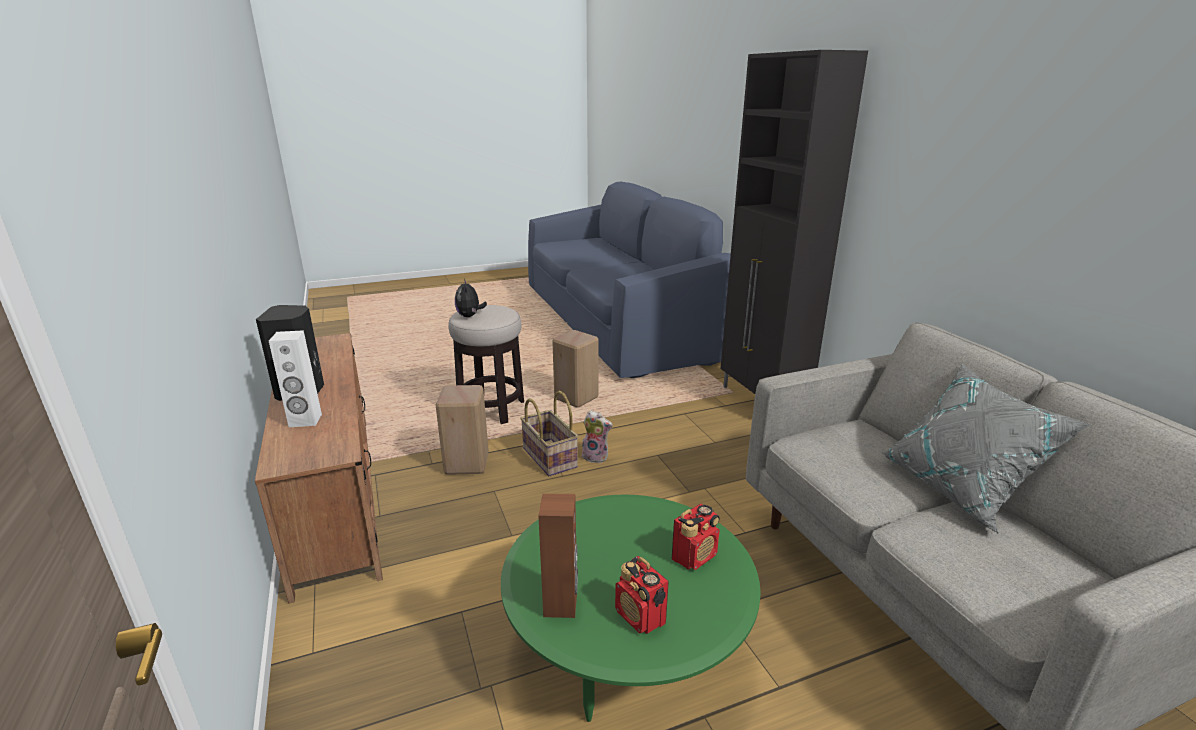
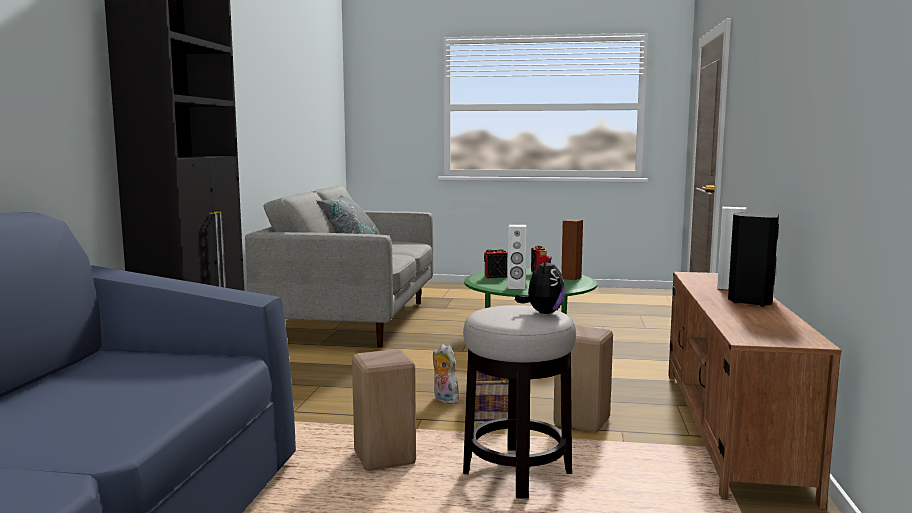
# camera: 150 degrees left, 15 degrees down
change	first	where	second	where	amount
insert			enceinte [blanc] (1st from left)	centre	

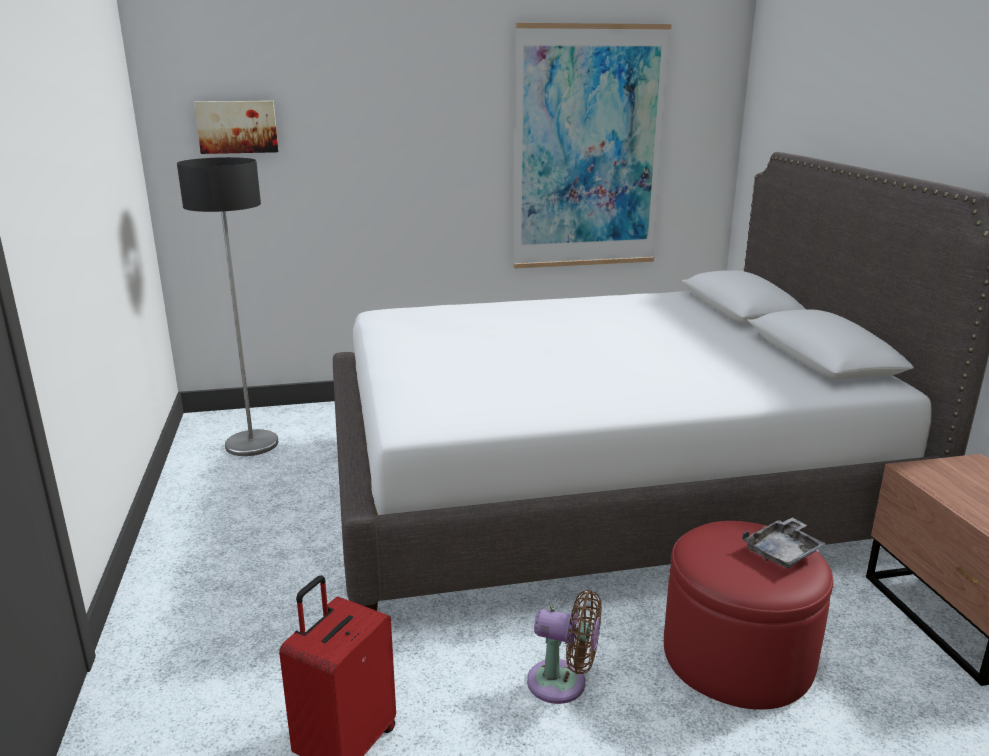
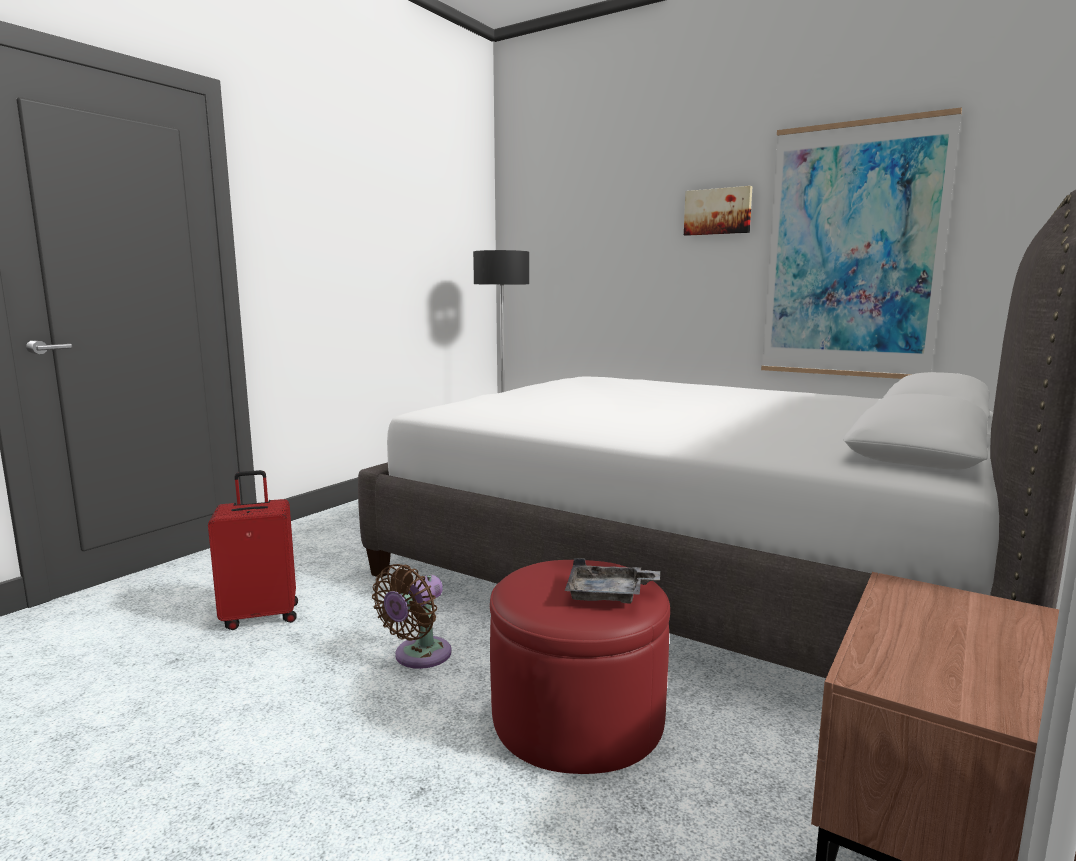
# camera: 45 degrees right, 10 degrees down
change	first	where	second	where	amount
move	tableau (1st from left)	top left		top right	
rotate	ventilateur [marron]	bottom centre		bottom centre	60 degrees clockwise

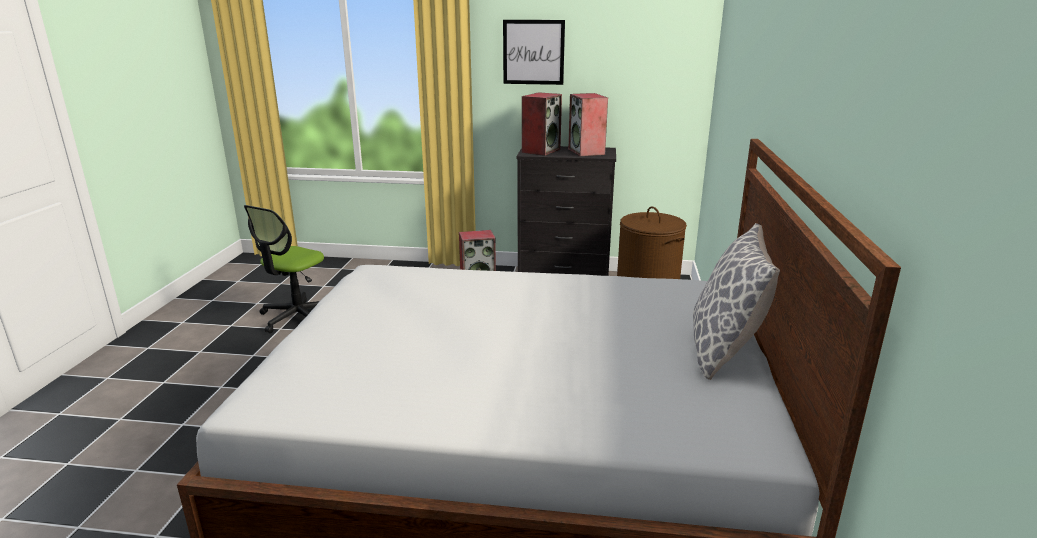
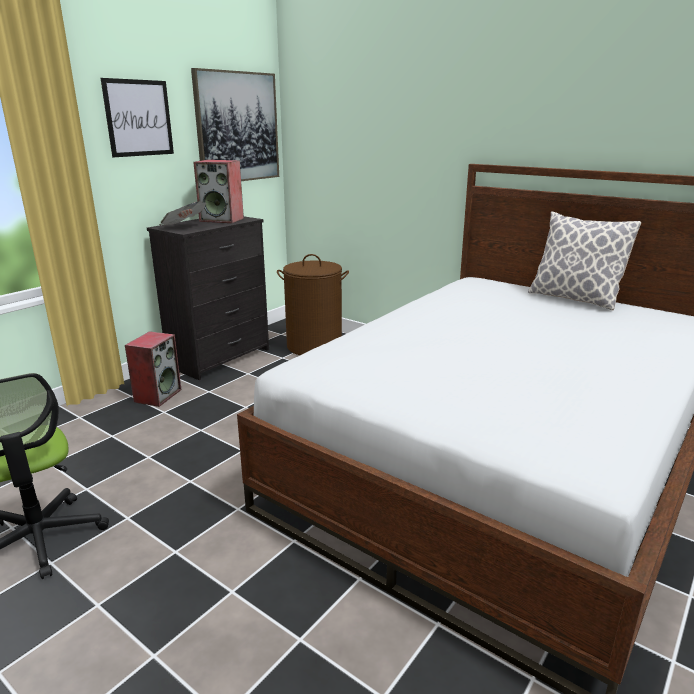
# camera: 60 degrees left, 0 degrees up
change	first	where	second	where	amount
replace	enceinte (2nd from left)	top centre	journal	top left	
insert			tableau (2nd from left)	top centre	

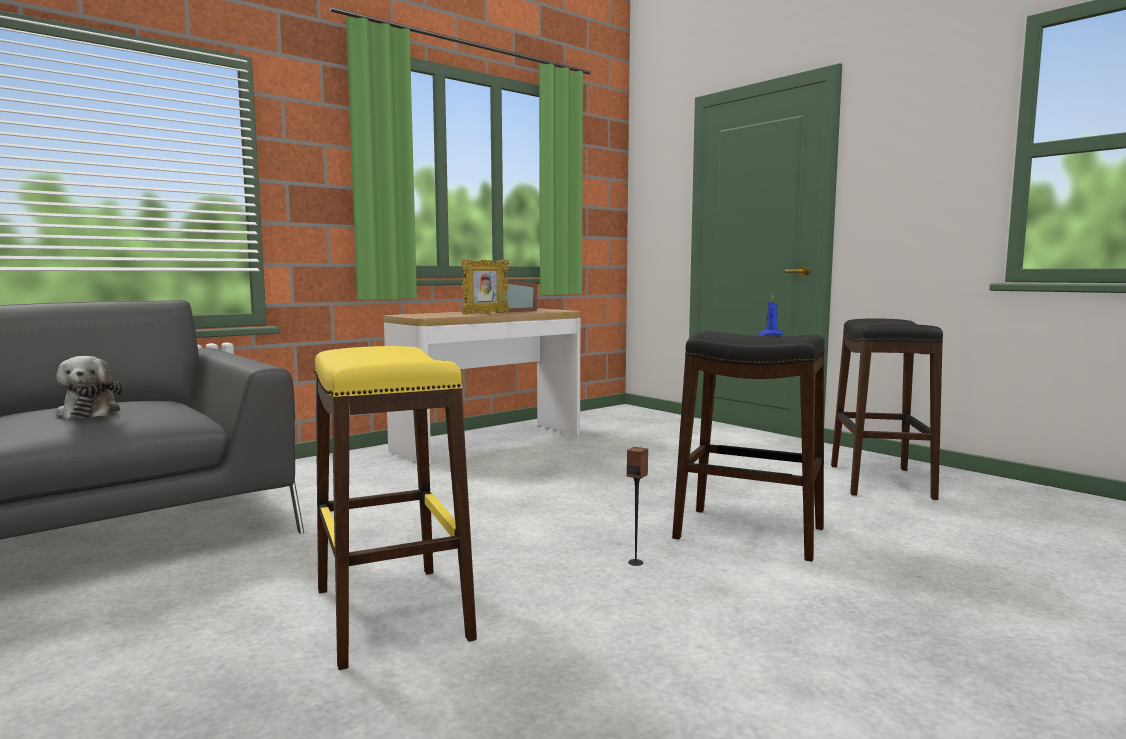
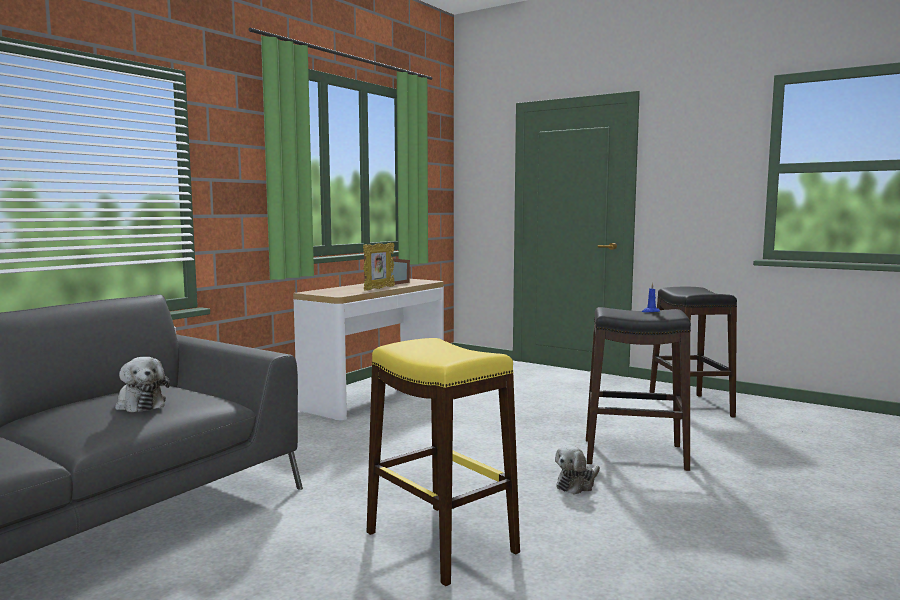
# camera: 15 degrees left, 0 degrees up
change	first	where	second	where	amount
replace	enceinte	bottom centre	peluche (2nd from left)	bottom centre	

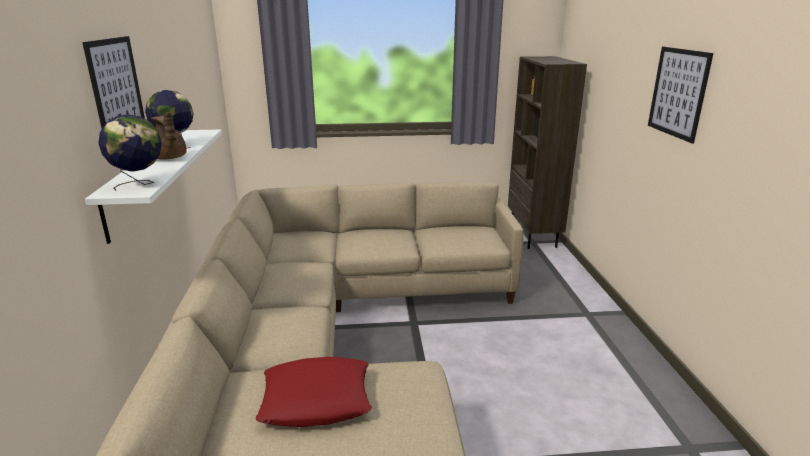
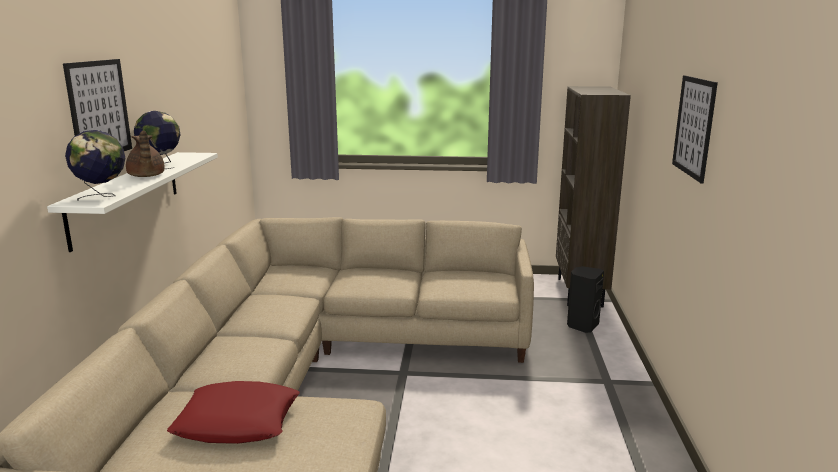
# camera: 10 degrees right, 5 degrees down
change	first	where	second	where	amount
insert			enceinte [noir]	middle right	

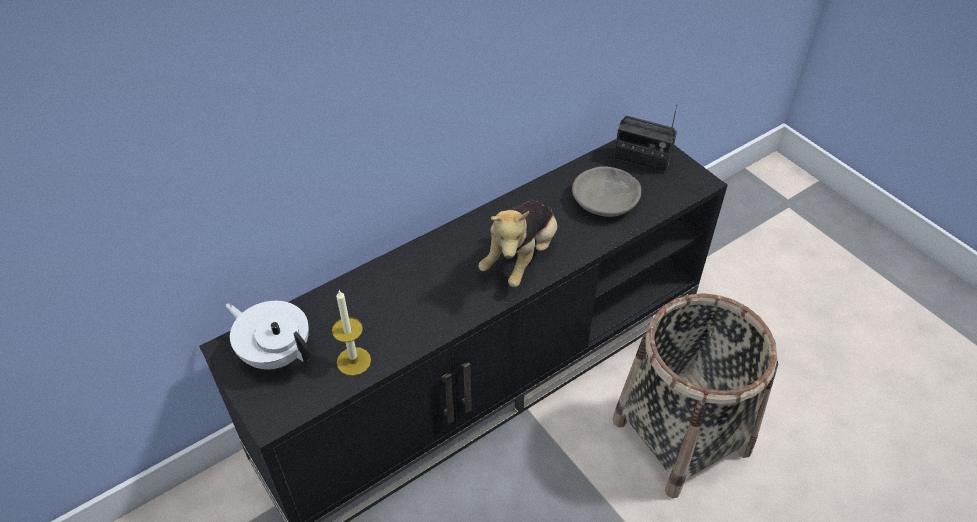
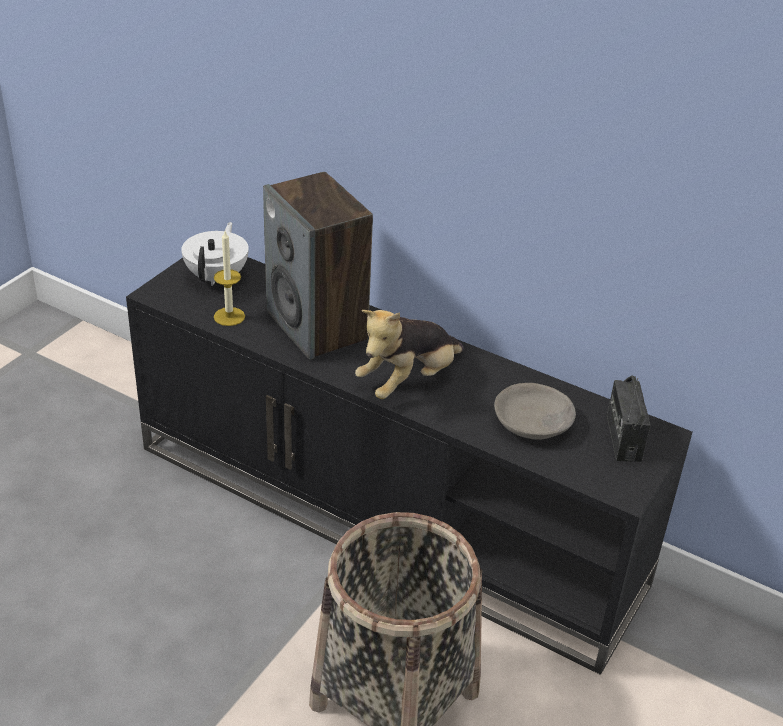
# camera: 65 degrees right, 10 degrees down
change	first	where	second	where	amount
rotate	peluche	centre		centre	45 degrees counterclockwise
insert			enceinte	centre	

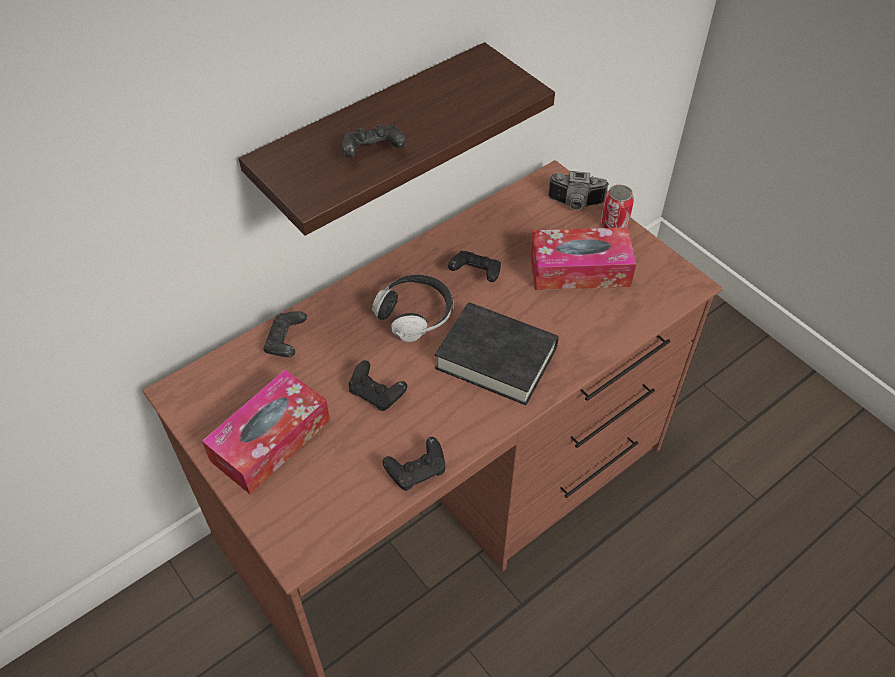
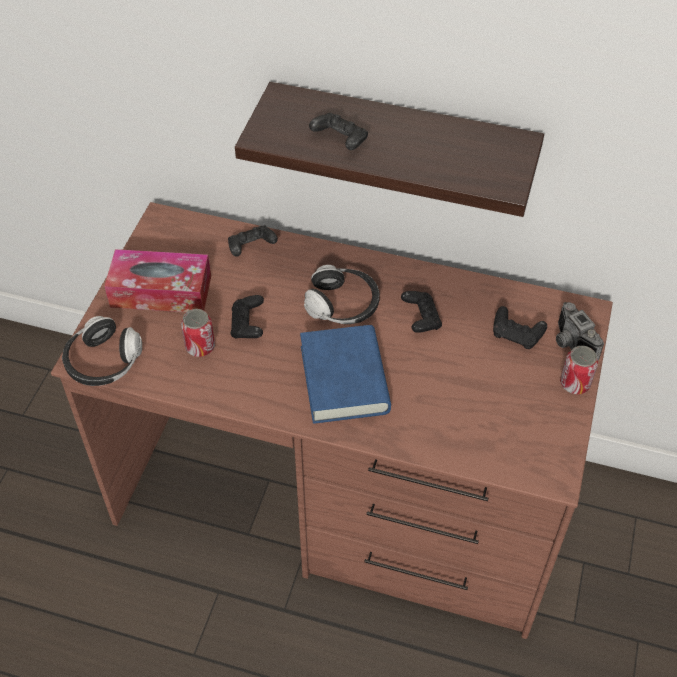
# camera: 55 degrees right, 0 degrees up
change	first	where	second	where	amount
delete	boîte à mouchoirs (2nd from left)	centre			
recolor	livre [noir]	centre	livre [bleu]	centre	
move	manette [noir] (4th from left in the first image)	bottom centre	manette [noir] (5th from left)	middle right	
insert			boîte métallique (1st from left)	middle left	
insert			casque audio (1st from left)	middle left	

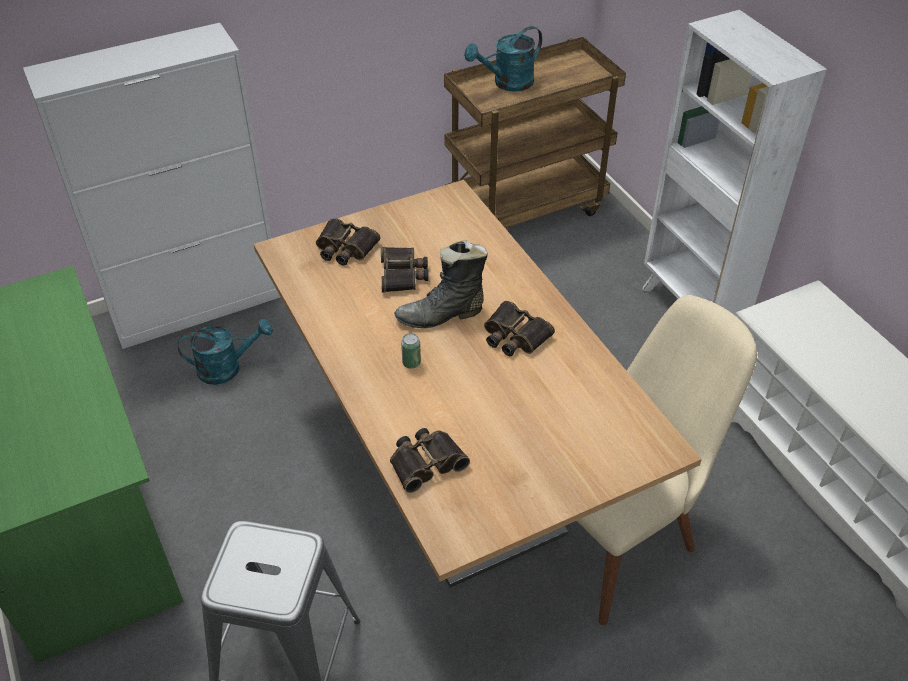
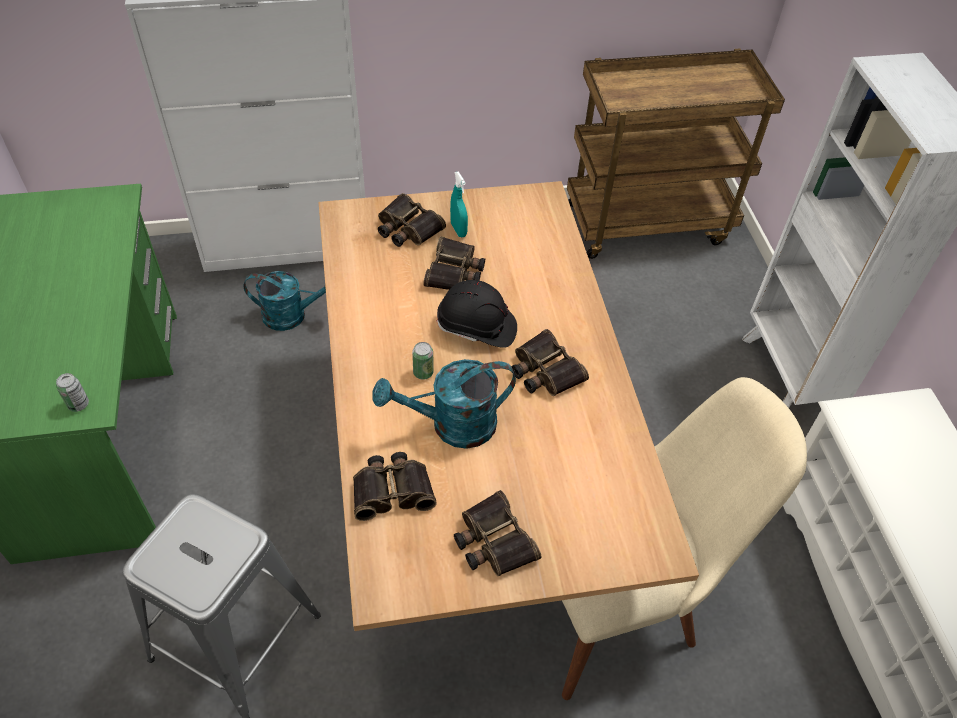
# camera: 15 degrees right, 5 degrees up
change	first	where	second	where	amount
move	arrosoir [turquoise] (2nd from left)	top centre		centre	
replace	botte [noir]	centre	casque de chantier [noir]	centre	
insert			vaporisateur [turquoise]	top centre	
insert			boîte métallique (1st from left)	middle left	
insert			jumelles (4th from left)	bottom centre	

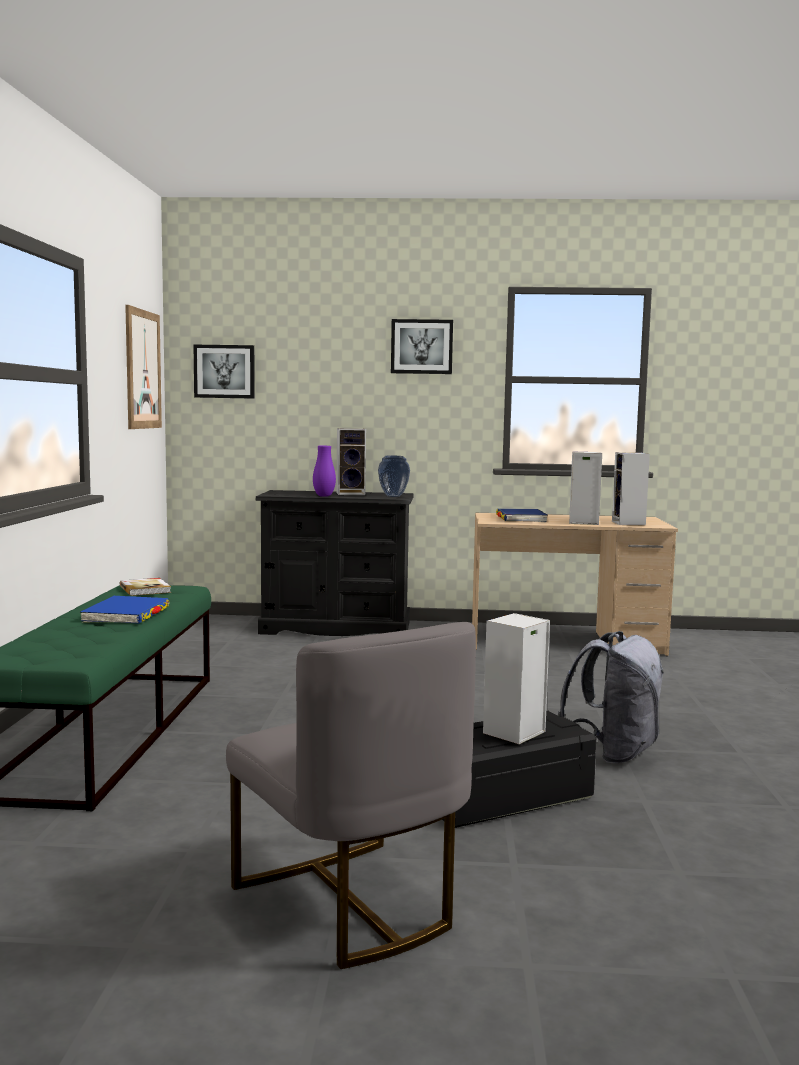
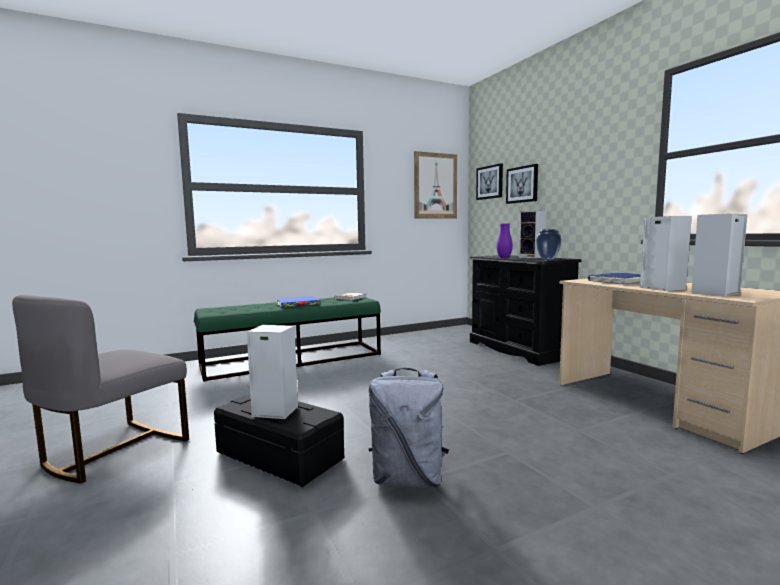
# camera: 60 degrees right, 0 degrees up
change	first	where	second	where	amount
move	tableau (3rd from left)	top centre		top right	

